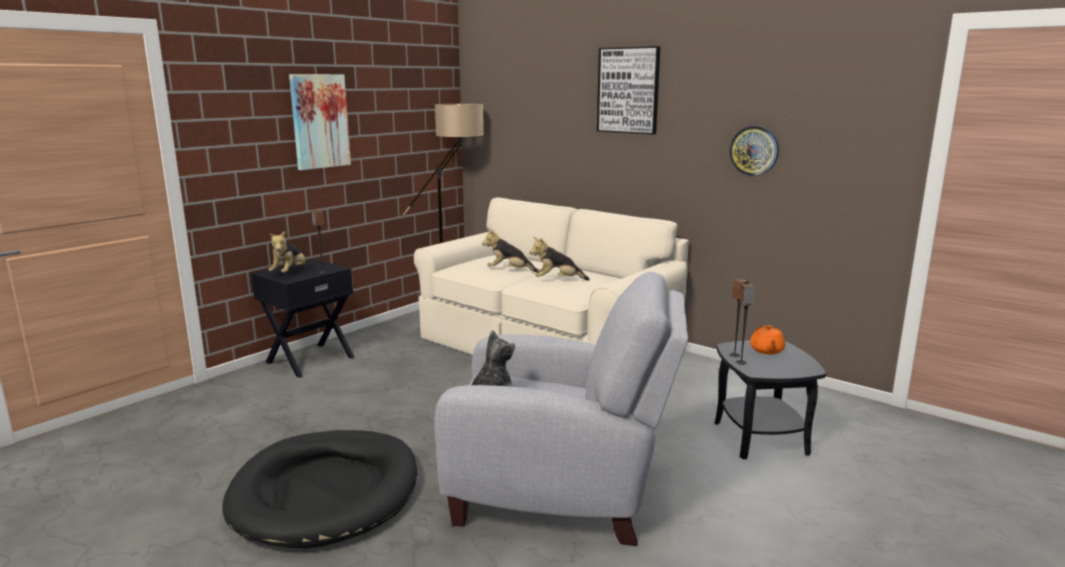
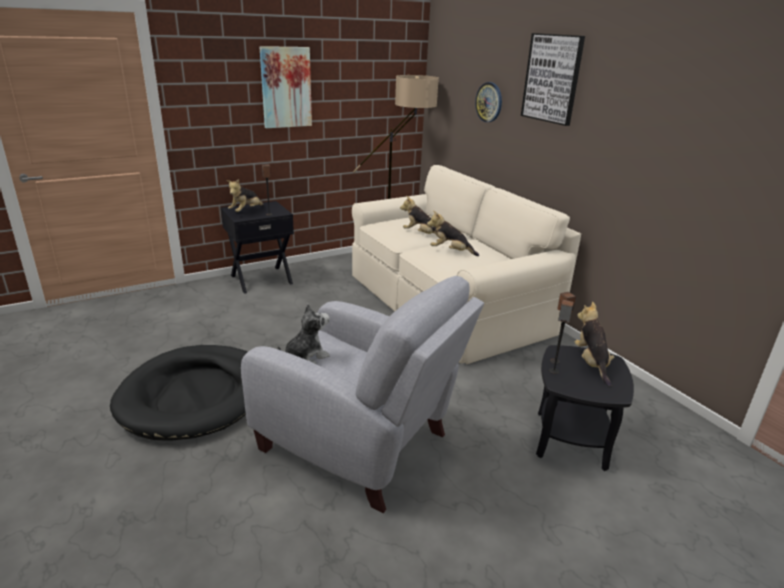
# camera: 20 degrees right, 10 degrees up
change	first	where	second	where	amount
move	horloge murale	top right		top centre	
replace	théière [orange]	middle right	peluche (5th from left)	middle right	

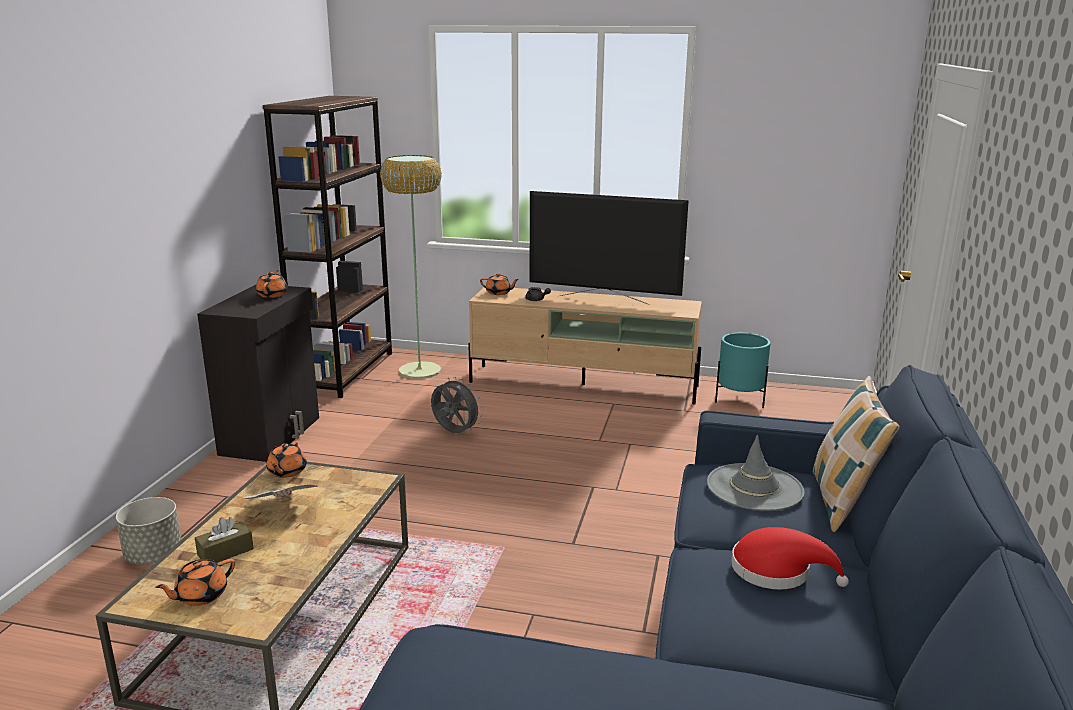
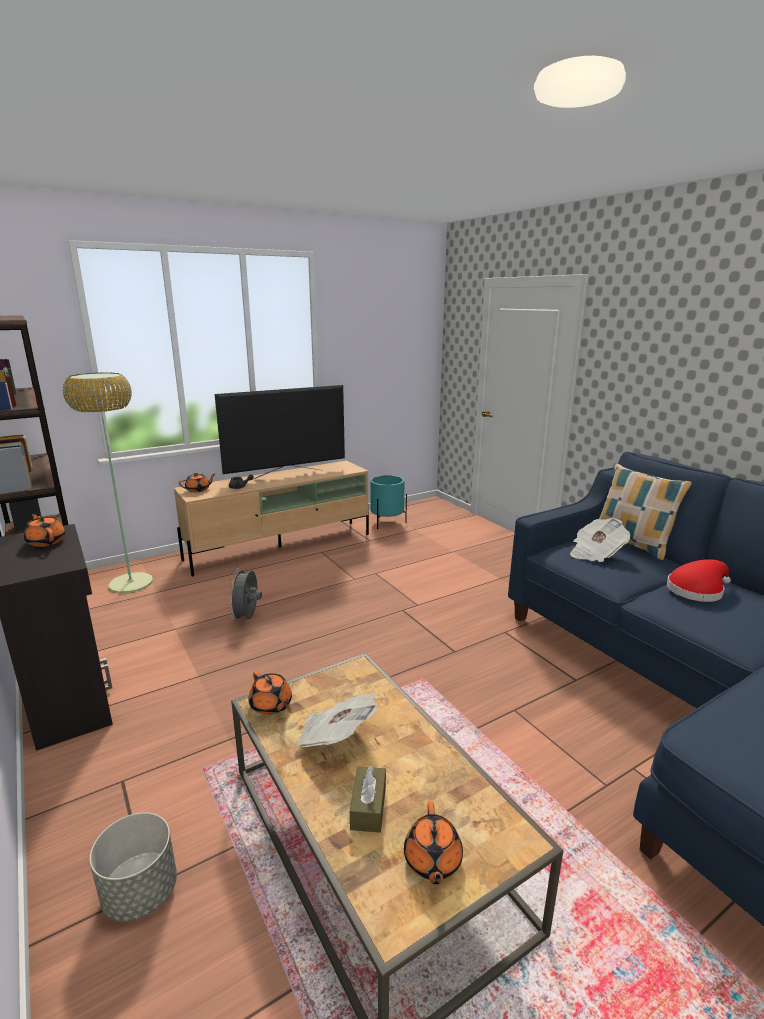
# camera: 45 degrees left, 0 degrees up
change	first	where	second	where	amount
rotate	ventilateur [gris]	centre		middle left	75 degrees counterclockwise
replace	chapeau [gris]	middle right	journal (2nd from left)	middle right	

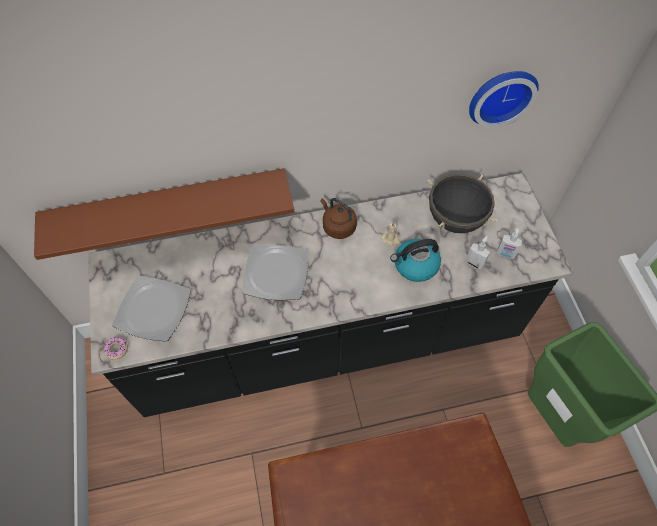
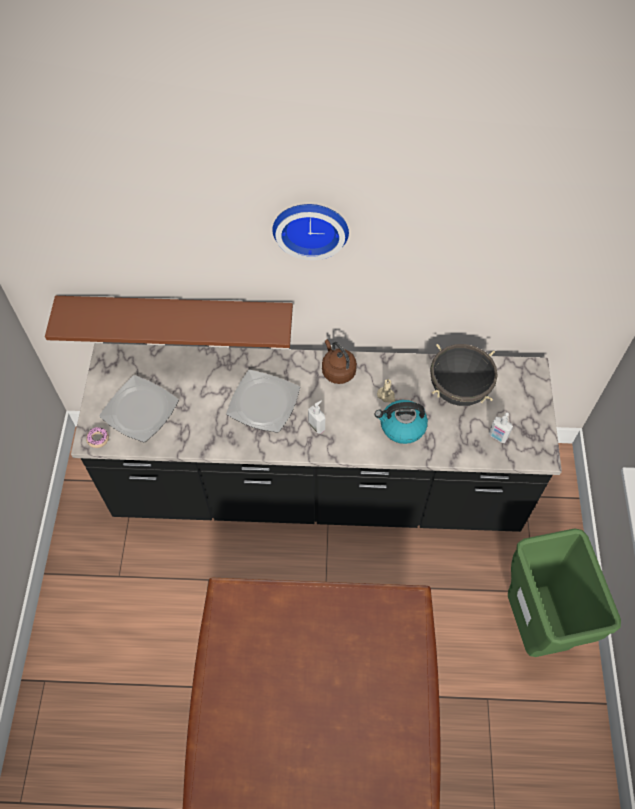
# camera: 15 degrees right, 0 degrees up
change	first	where	second	where	amount
move	horloge murale	top right		top centre	
move	distributeur de savon (1st from left)	middle right		centre	

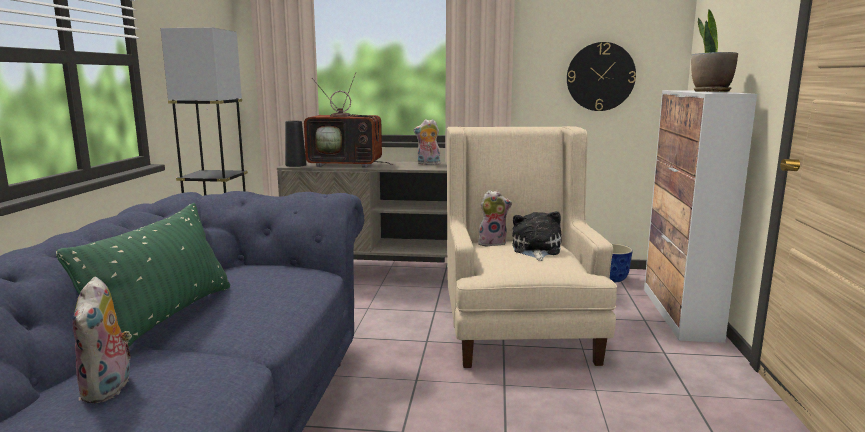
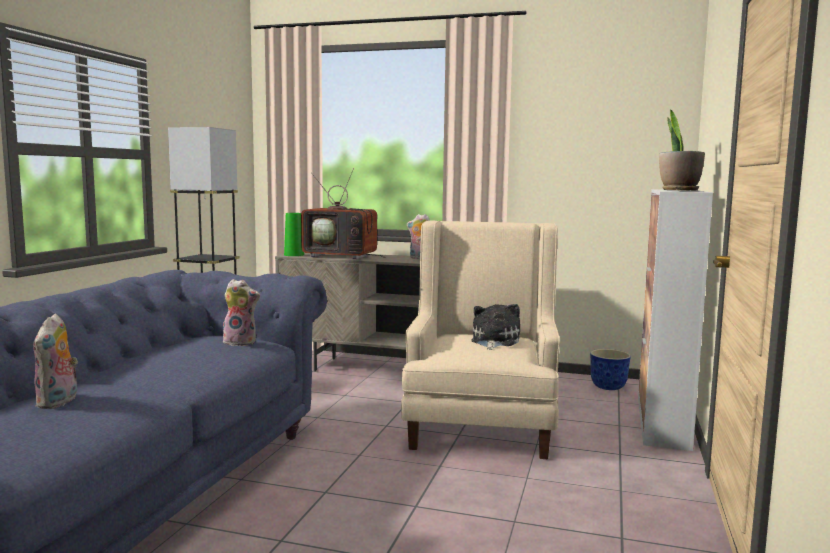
# camera: 10 degrees right, 5 degrees down
change	first	where	second	where	amount
delete	horloge murale	top right			
recolor	vase [noir]	centre	vase [vert]	centre	
move	peluche (3rd from left in the first image)	centre	peluche (2nd from left)	middle left	
delete	coussin [vert]	middle left			

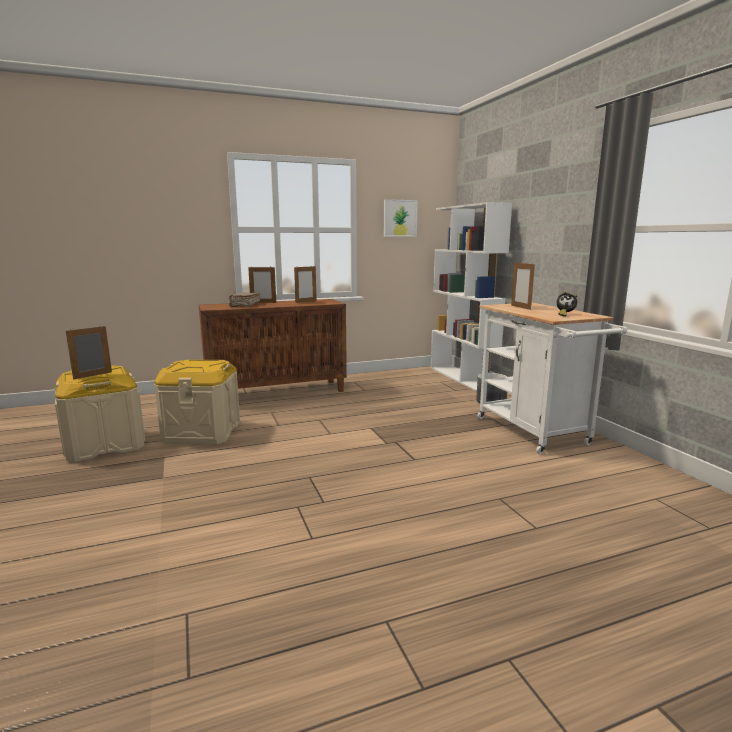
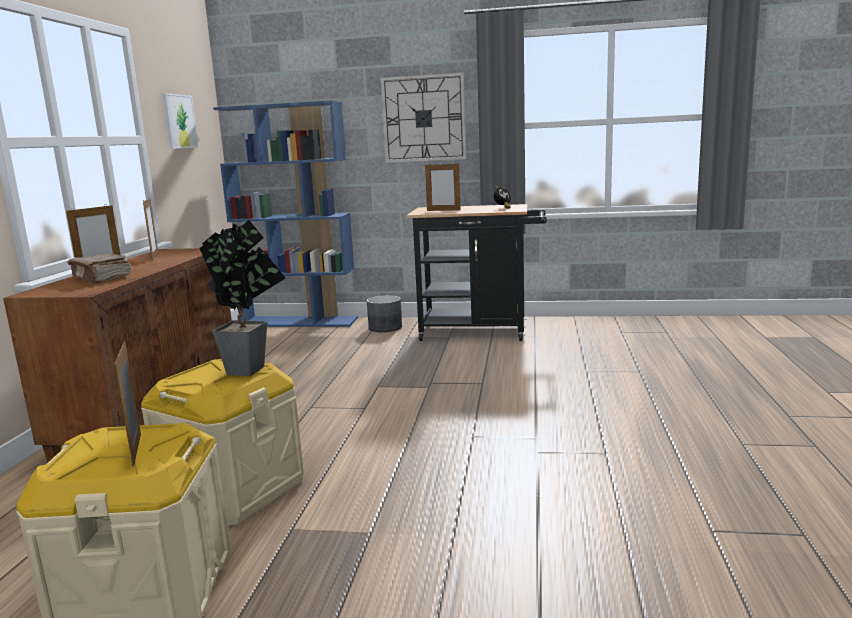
# camera: 60 degrees left, 0 degrees up
change	first	where	second	where	amount
recolor	bibliothèque [blanc]	centre	bibliothèque [bleu]	centre	
recolor	chariot [blanc]	middle right	chariot [noir]	centre	
insert			horloge murale	top centre	
insert			plante en pot	middle left	

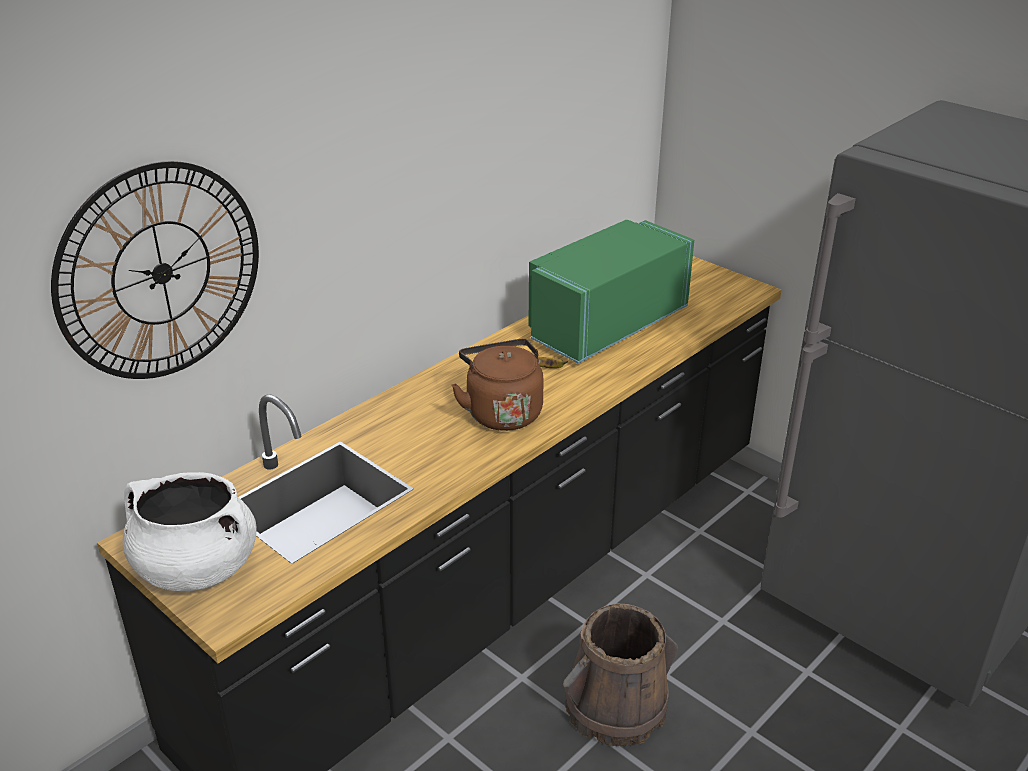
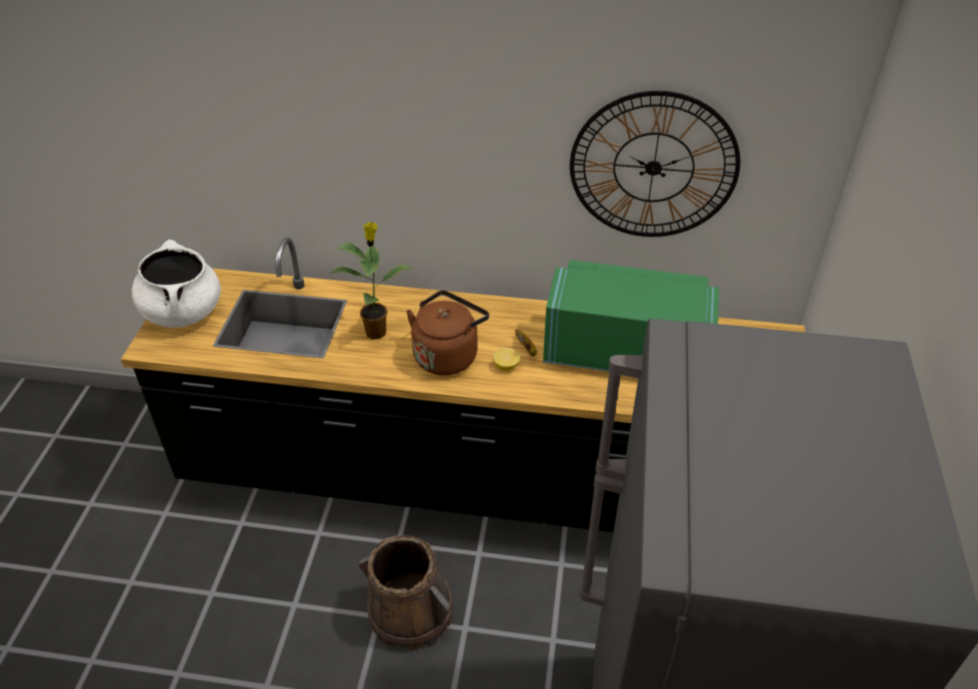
# camera: 55 degrees right, 10 degrees up
change	first	where	second	where	amount
move	horloge murale	middle left		top right	
insert			plante en pot	centre	
insert			citron	centre	

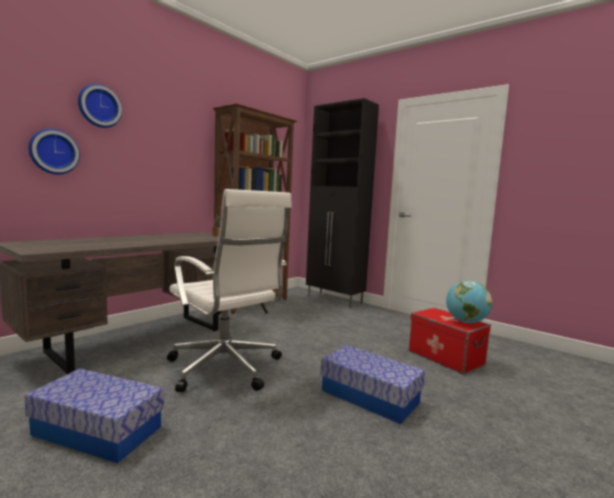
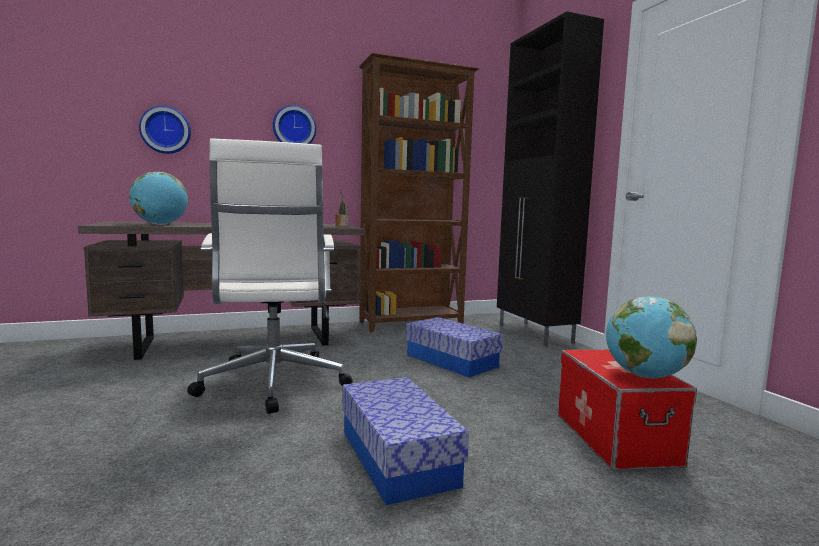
# camera: 30 degrees right, 0 degrees up
change	first	where	second	where	amount
move	horloge murale (2nd from left)	top left		top centre	
move	boîte de rangement (1st from left in the first image)	bottom left	boîte de rangement (2nd from left)	centre	
insert			globe (1st from left)	middle left	

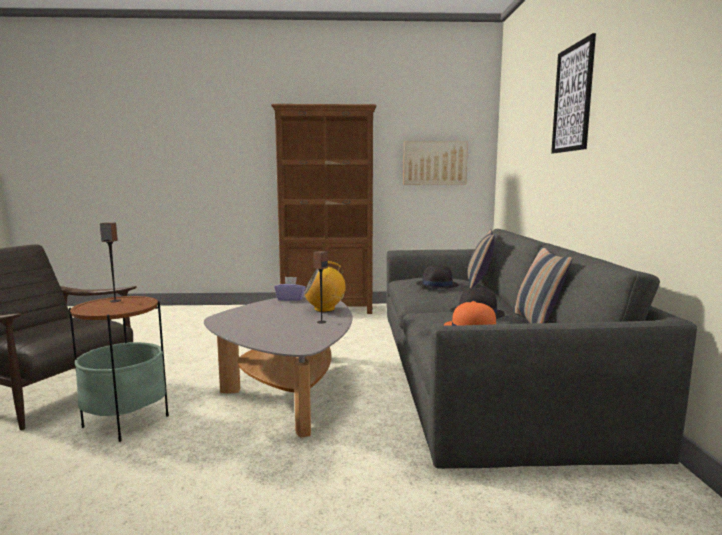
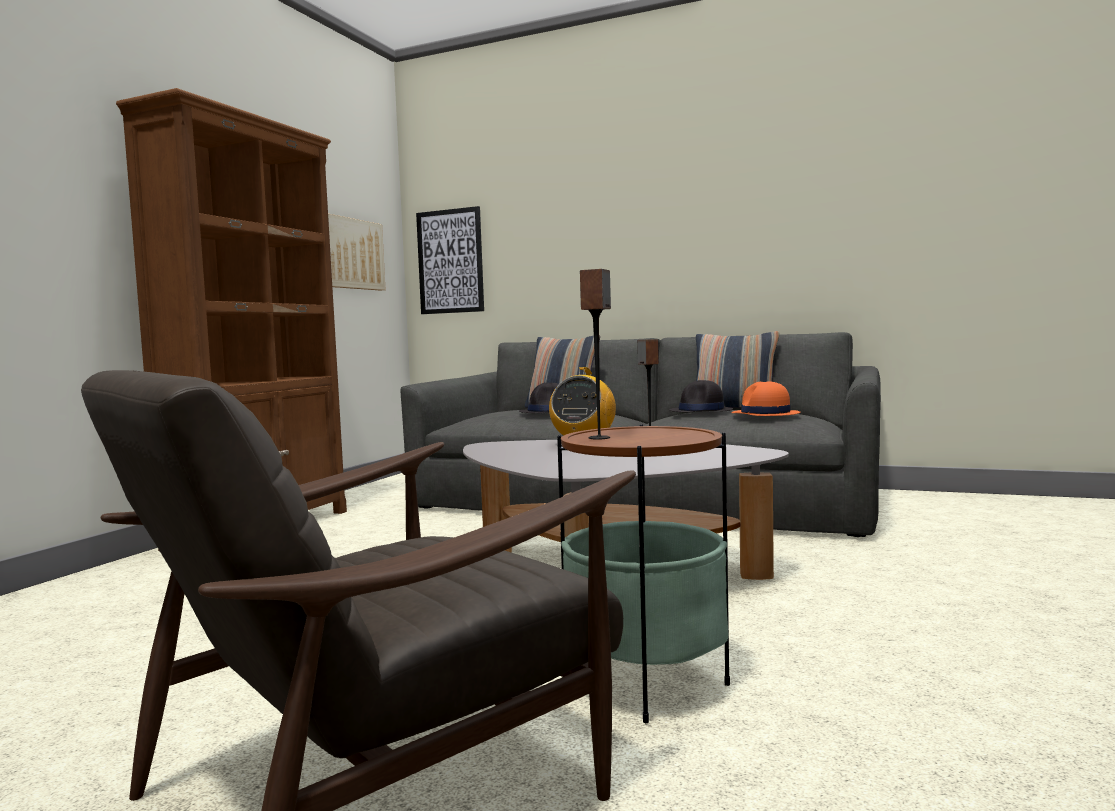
# camera: 65 degrees left, 5 degrees down
change	first	where	second	where	amount
move	tableau (2nd from left)	top right		top centre	
delete	boîte à mouchoirs [violet]	centre			

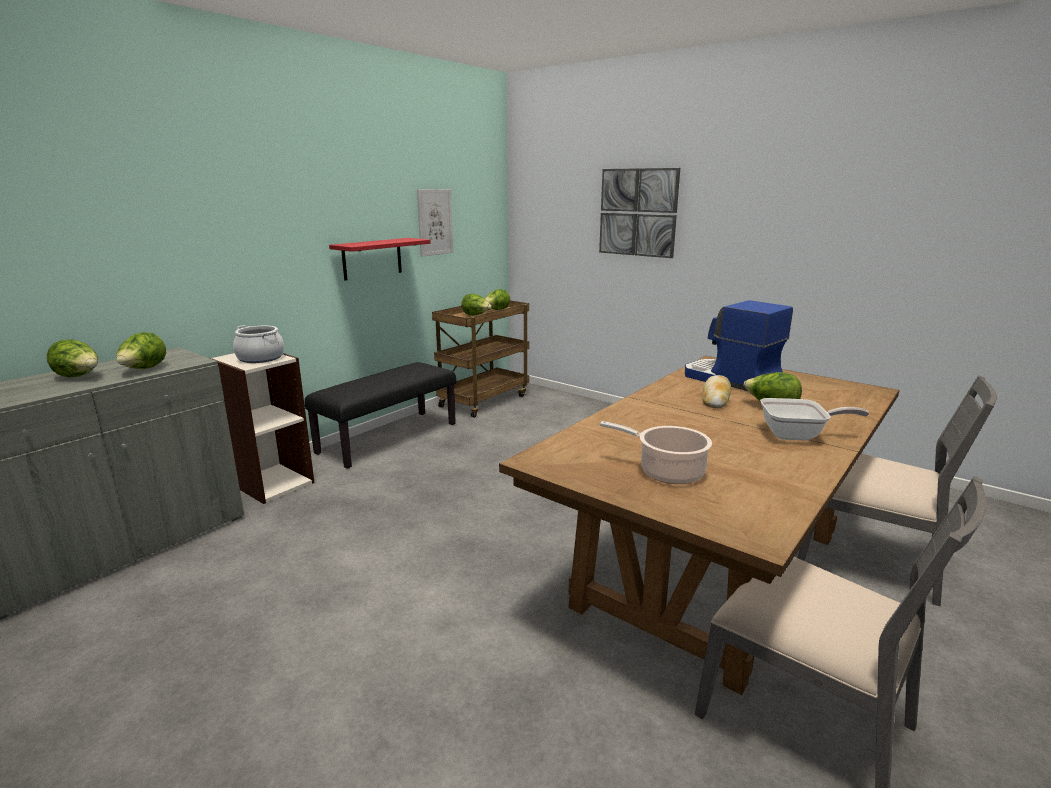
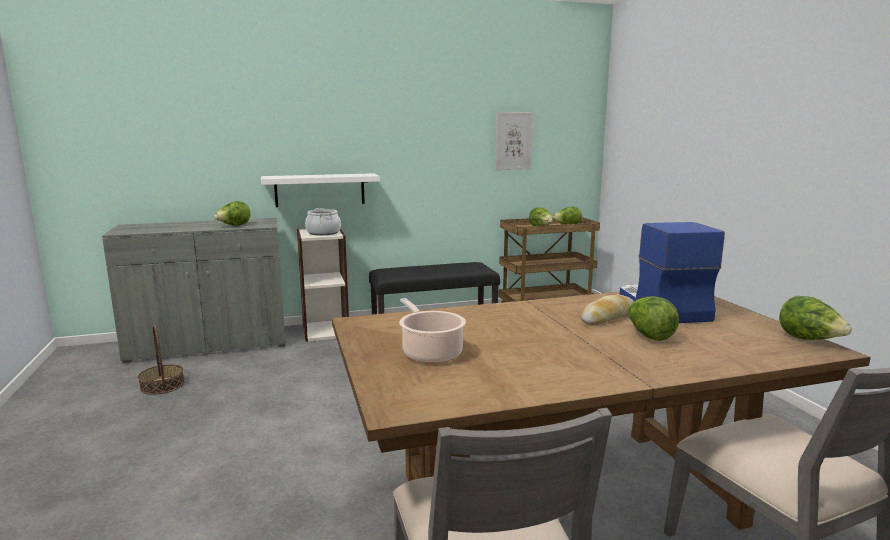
# camera: 35 degrees right, 5 degrees down
change	first	where	second	where	amount
delete	tableau (2nd from left)	top centre			
delete	étagère [rouge]	top centre			
move	laitue (1st from left in the first image)	middle left	laitue (5th from left)	middle right	
delete	poêle	middle right			
insert			étagère [blanc]	centre	
insert			panier	bottom left	

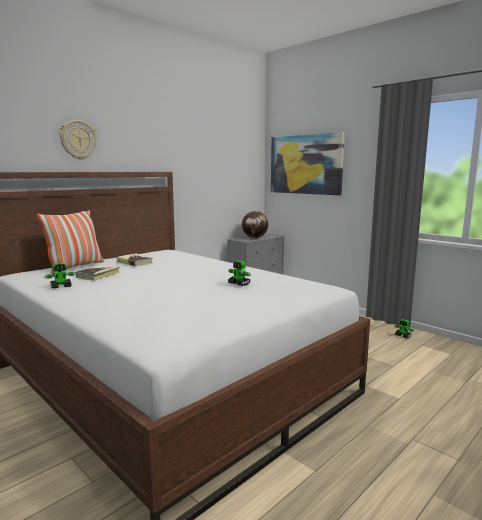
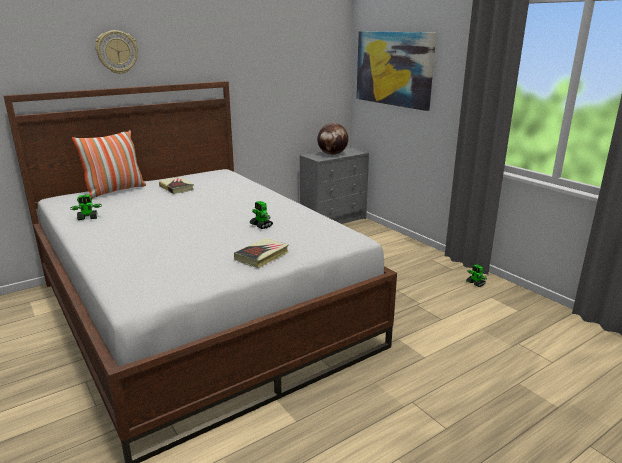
# camera: 10 degrees right, 10 degrees up
change	first	where	second	where	amount
move	livre (1st from left in the first image)	middle left	livre (2nd from left)	centre	

